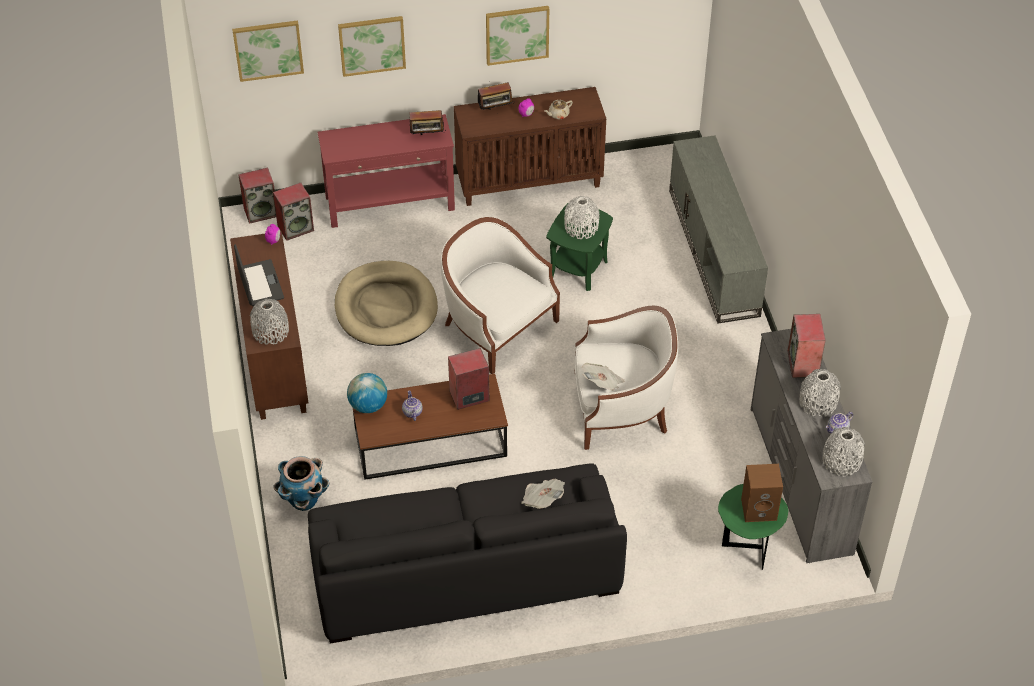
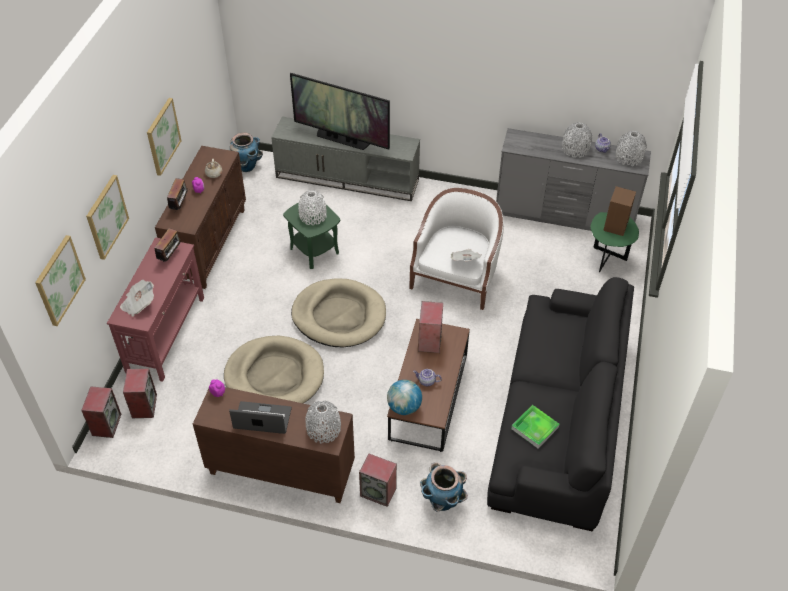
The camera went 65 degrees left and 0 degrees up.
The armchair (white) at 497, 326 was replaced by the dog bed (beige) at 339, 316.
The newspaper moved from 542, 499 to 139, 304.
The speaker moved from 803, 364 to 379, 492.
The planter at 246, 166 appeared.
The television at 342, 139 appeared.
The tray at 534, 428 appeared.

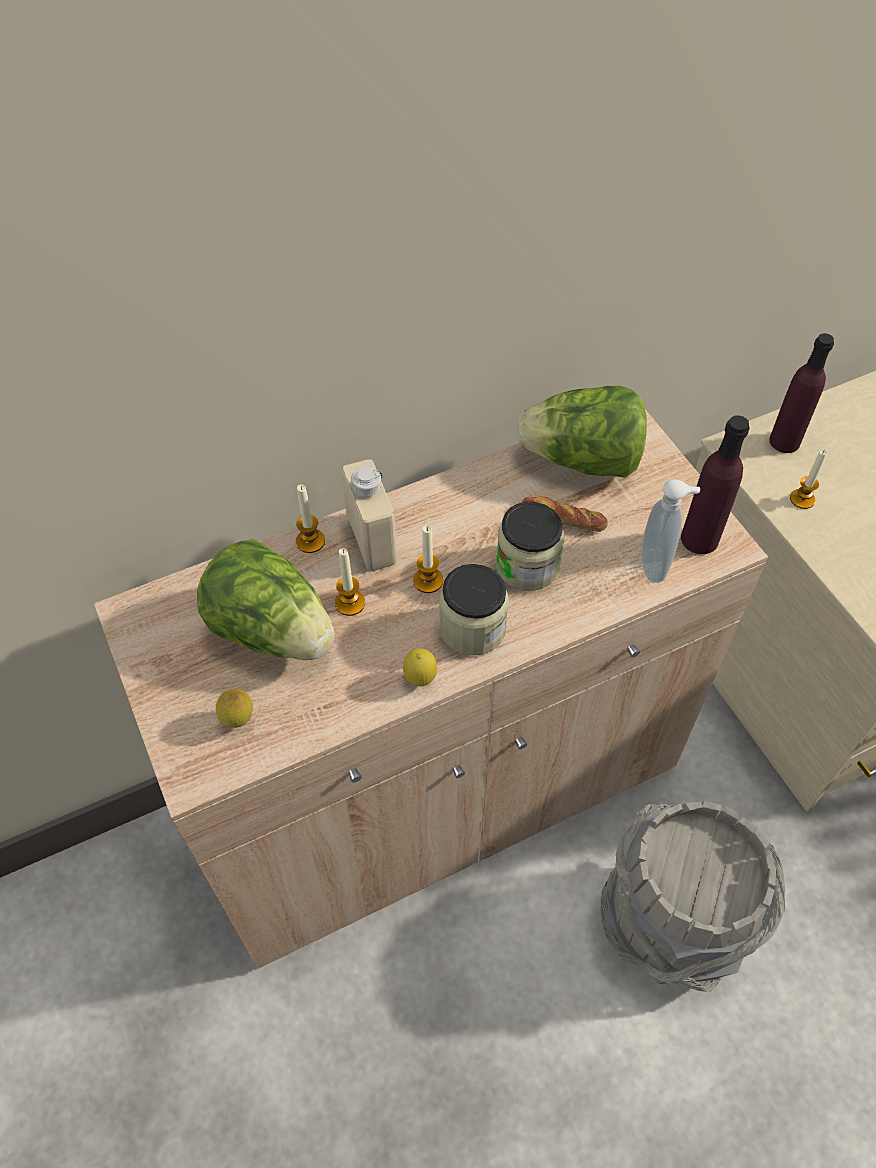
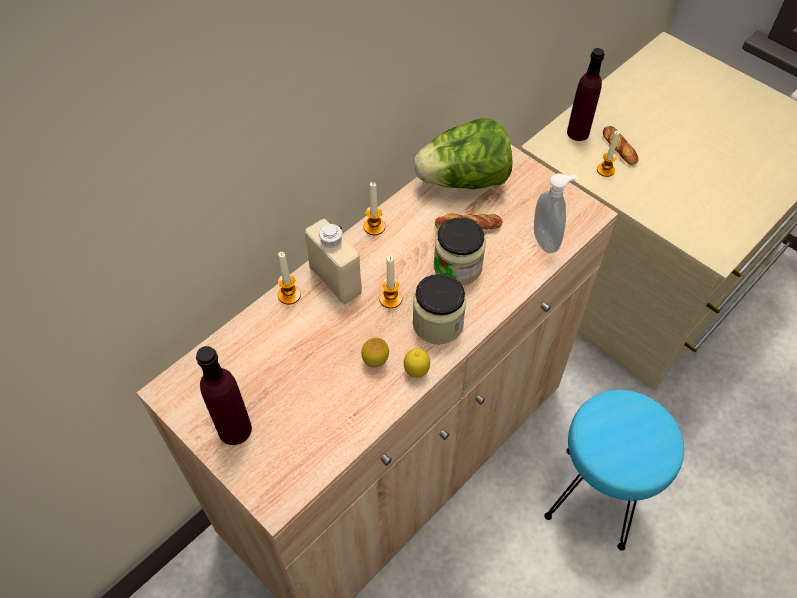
The camera went 20 degrees left and 0 degrees up.
The lettuce at 273, 630 disappeared.
The lemon moved from 238, 720 to 375, 362.
The candle moved from 350, 603 to 374, 227.
The bucket (grey) at 672, 921 was replaced by the stool (turquoise) at 596, 496.
The bottle (purple) moved from 699, 539 to 235, 429.
The bread at 619, 148 appeared.

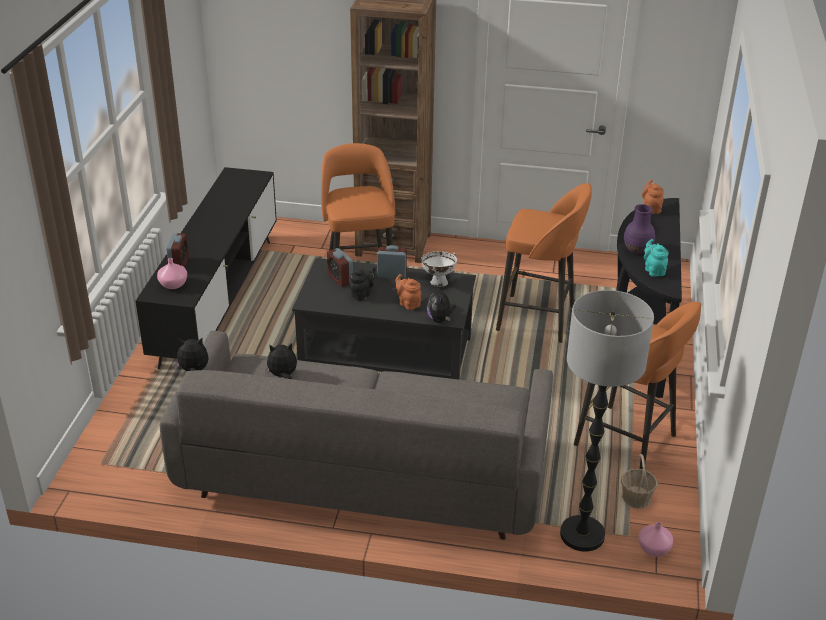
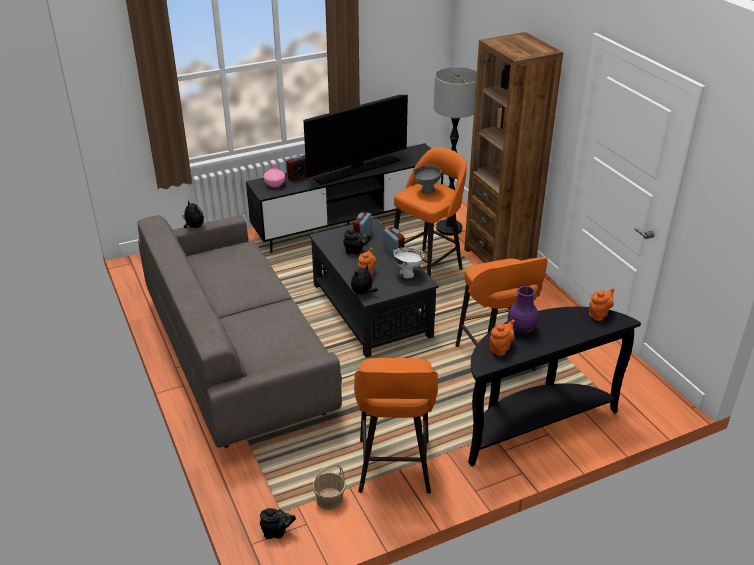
The camera went 55 degrees right and 0 degrees up.
The plush toy at 282, 376 disappeared.
The floor lamp moved from 582, 535 to 448, 228.
The vase (pink) at 653, 549 was replaced by the teapot (black) at 277, 532.
The teapot (turquoise) at 654, 270 became the teapot (orange) at 500, 348.
The television at 357, 169 appeared.
The bowl (grey) at 427, 191 appeared.

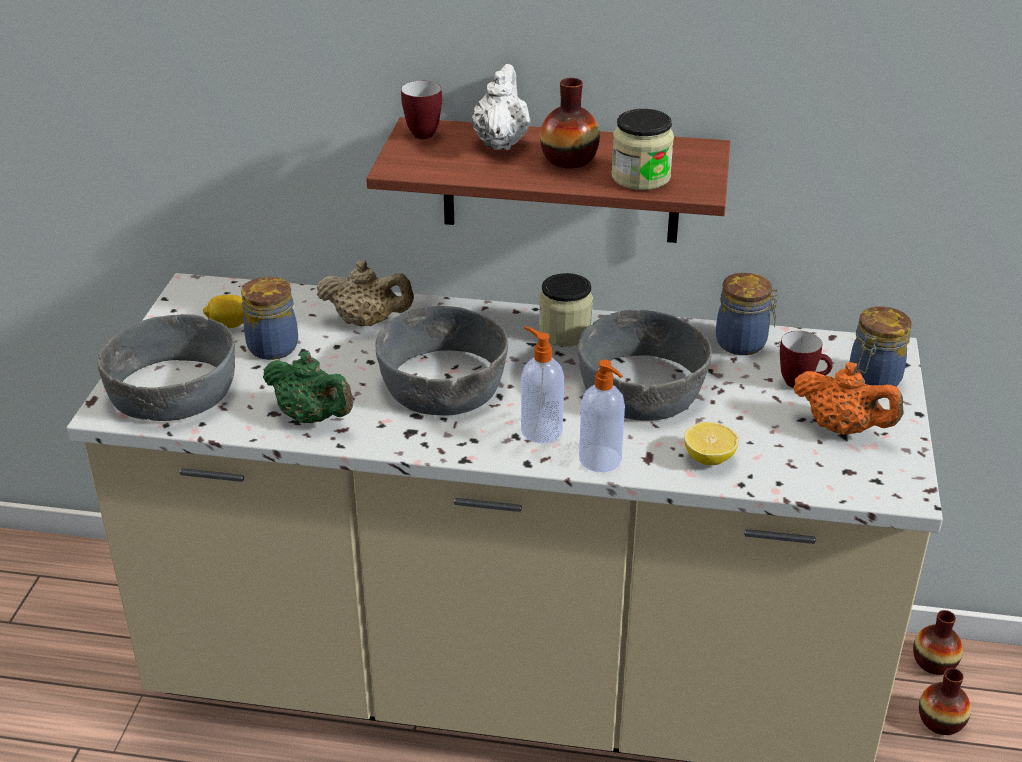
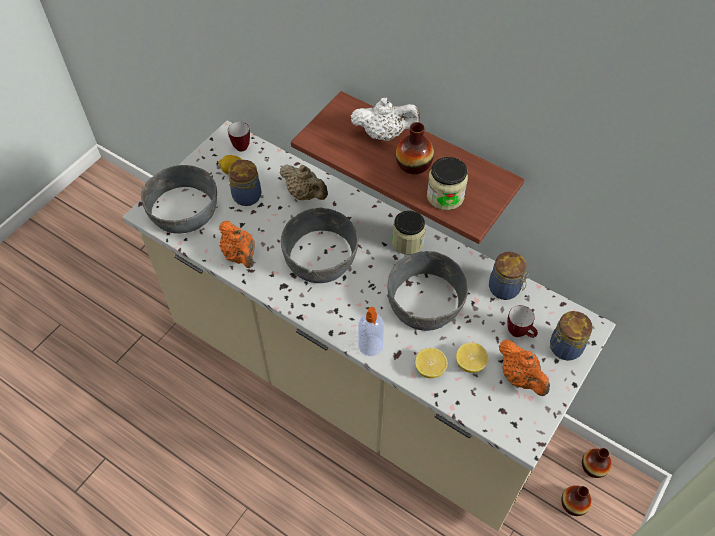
The camera went 25 degrees right and 20 degrees up.
The teapot (green) at 312, 417 became the teapot (orange) at 240, 256.
The mug moved from 421, 132 to 242, 145.
The teapot (white) at 501, 142 turned 60 degrees clockwise.
The soap dispenser at 540, 430 disappeared.
The lemon at 470, 363 appeared.

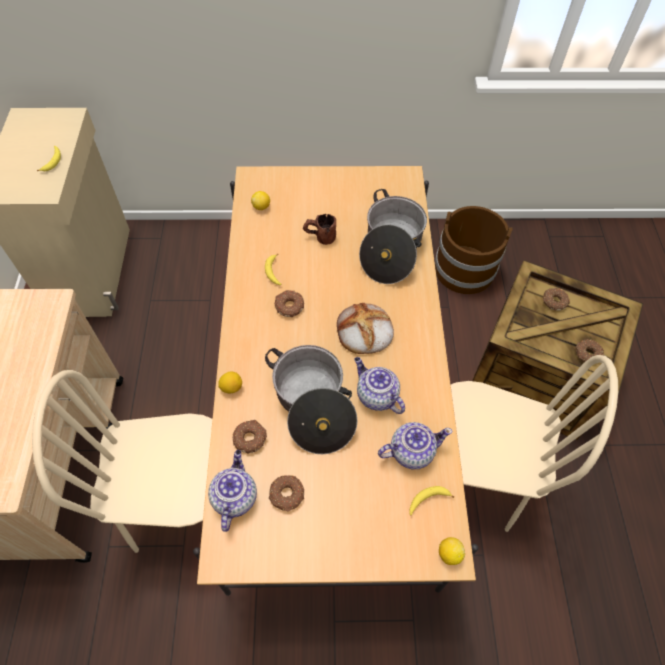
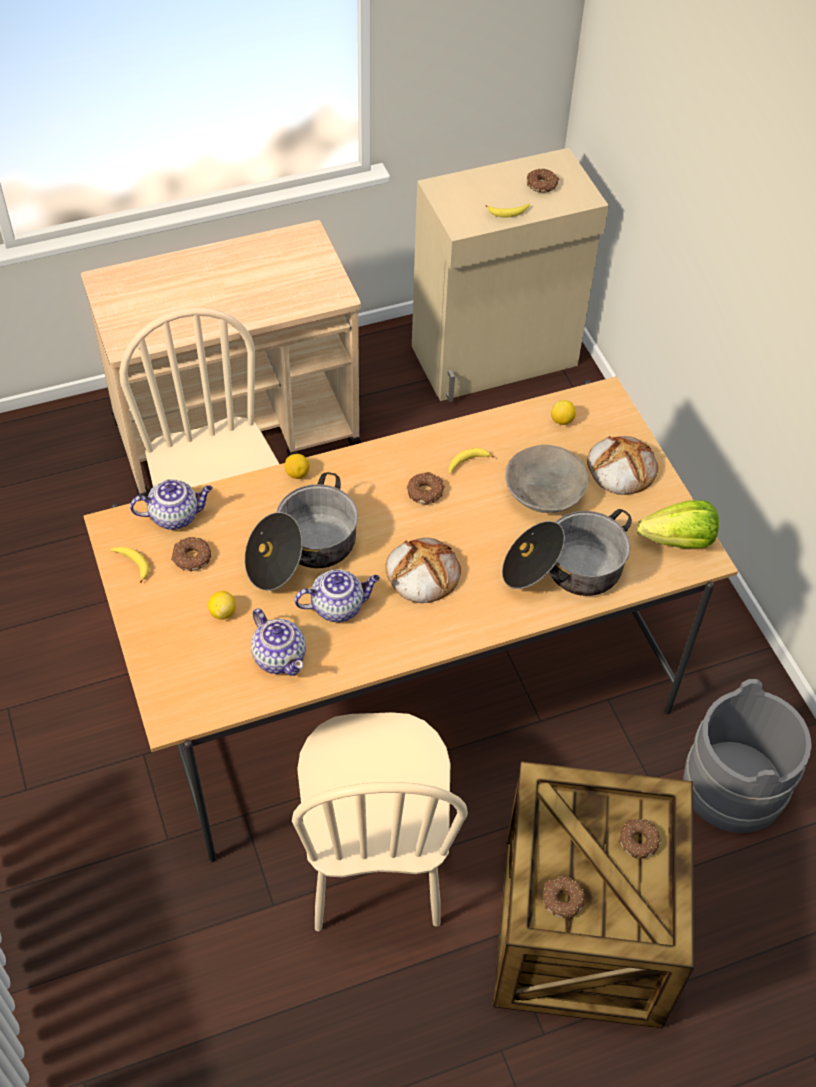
The camera went 70 degrees right and 5 degrees down.
The donut moved from 250, 438 to 542, 185.
The mug (brown) at 319, 237 was replaced by the bowl (grey) at 544, 491.
The teapot at 376, 395 turned 45 degrees clockwise.
The banana moved from 427, 500 to 133, 564.
The bucket (brown) at 464, 270 became the bucket (grey) at 733, 785.
The lemon moved from 449, 554 to 223, 612.
The bread at 620, 468 appeared.
The lettuce at 678, 541 appeared.

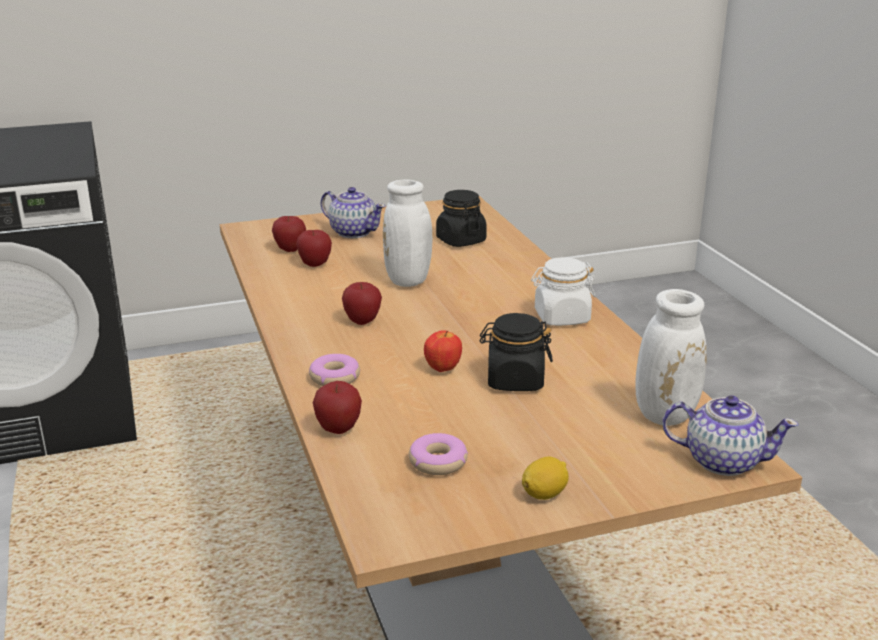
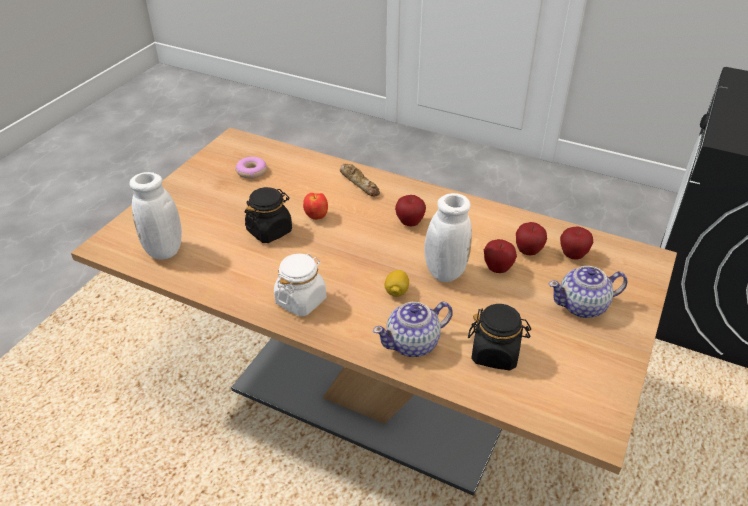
The camera went 135 degrees right and 15 degrees up.
The donut at 334, 377 was replaced by the bread at 359, 183.
The apple moved from 338, 429 to 497, 269.
The lemon moved from 544, 494 to 396, 292.
The teapot moved from 722, 461 to 413, 343.

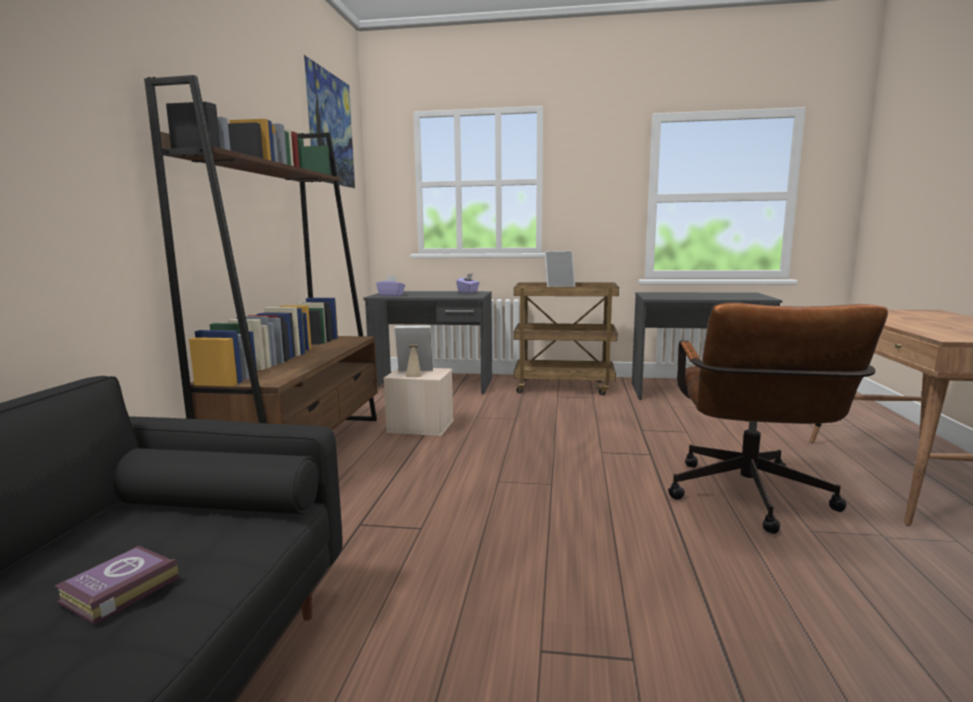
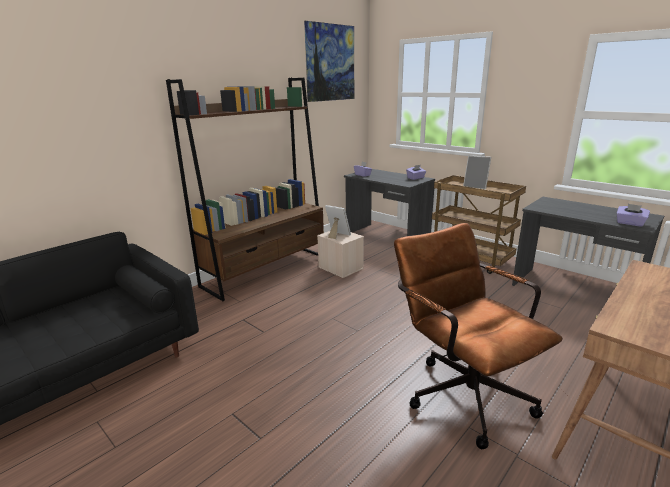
The camera went 35 degrees right and 10 degrees up.
The book at 116, 591 disappeared.
The office chair (brown) at 750, 501 turned 105 degrees clockwise.
The tissue box (purple) at 630, 223 appeared.

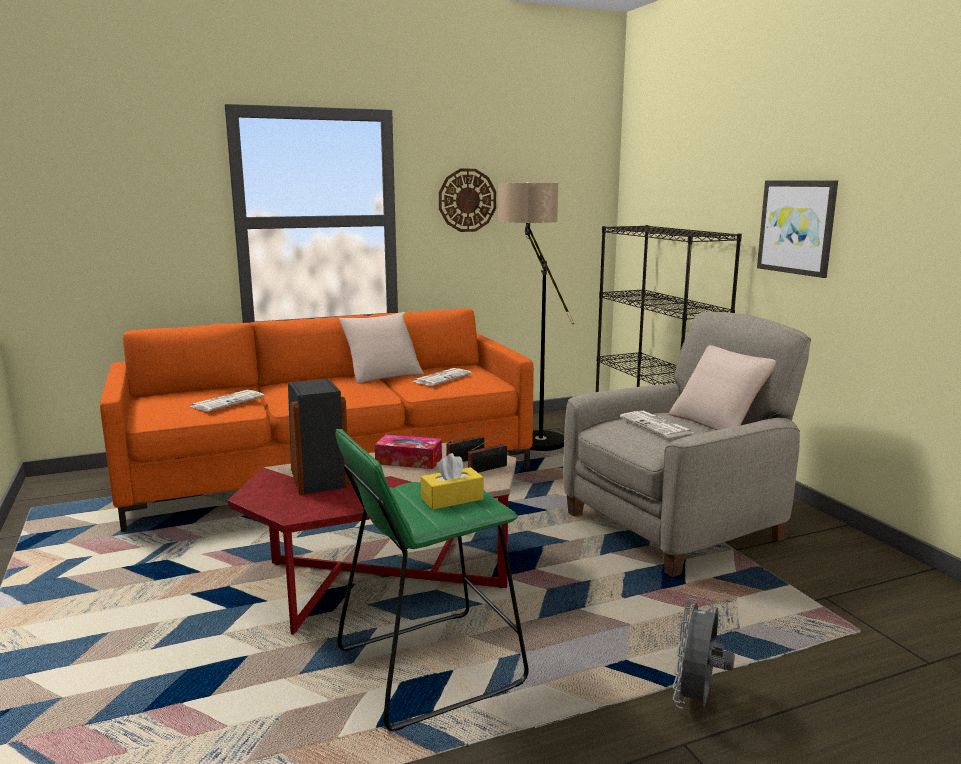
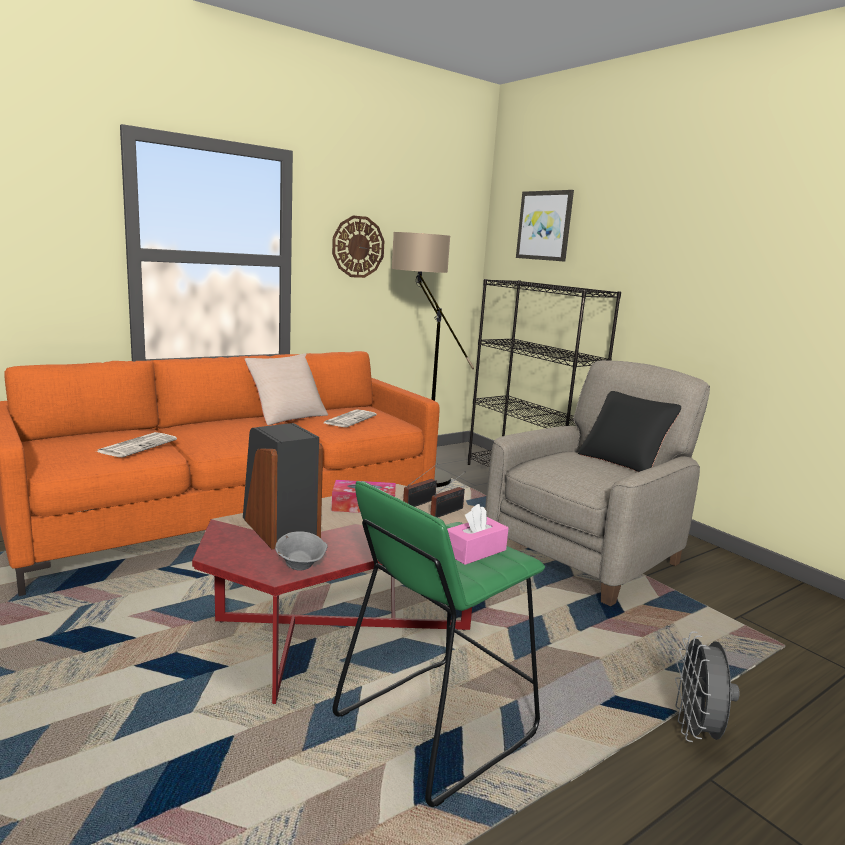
The camera went 15 degrees left and 0 degrees up.
The tissue box (yellow) at 452, 499 became the tissue box (pink) at 475, 551.
The newspaper at 657, 426 disappeared.
The pillow (beige) at 718, 422 became the pillow (black) at 624, 461.
The picture moved from 797, 227 to 544, 225.
The bowl (grey) at 301, 566 appeared.

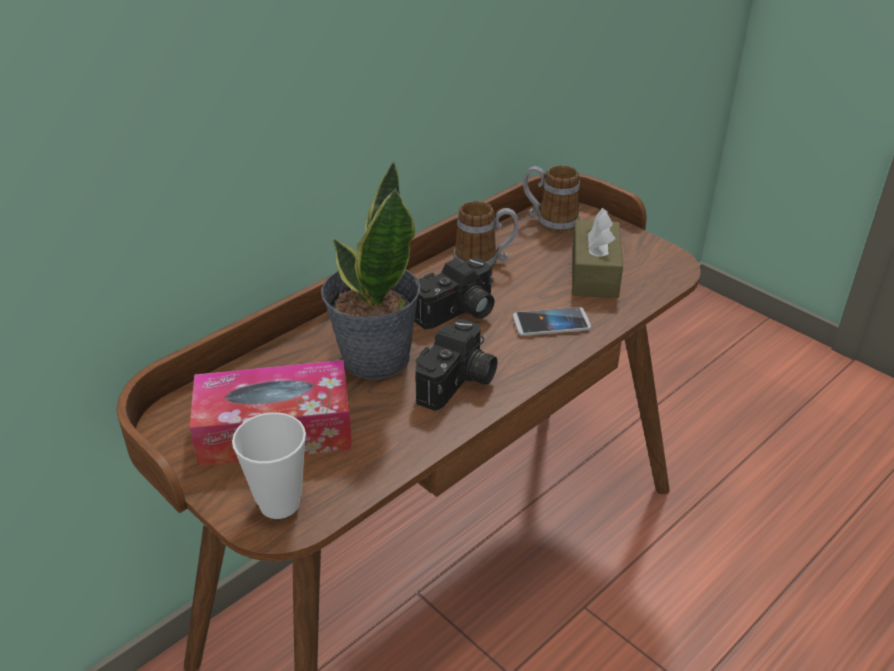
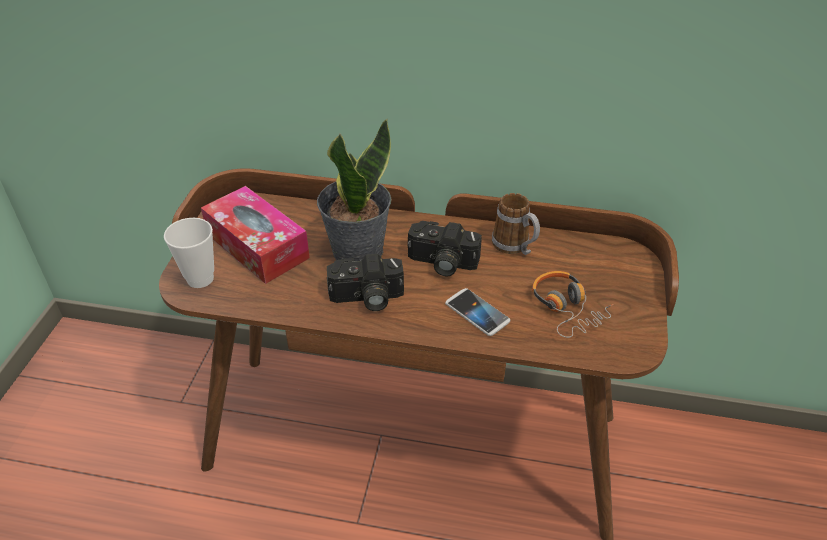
The camera went 55 degrees right and 5 degrees up.
The mug at 549, 222 disappeared.
The tissue box (brown) at 594, 273 was replaced by the headphones at 567, 308.

